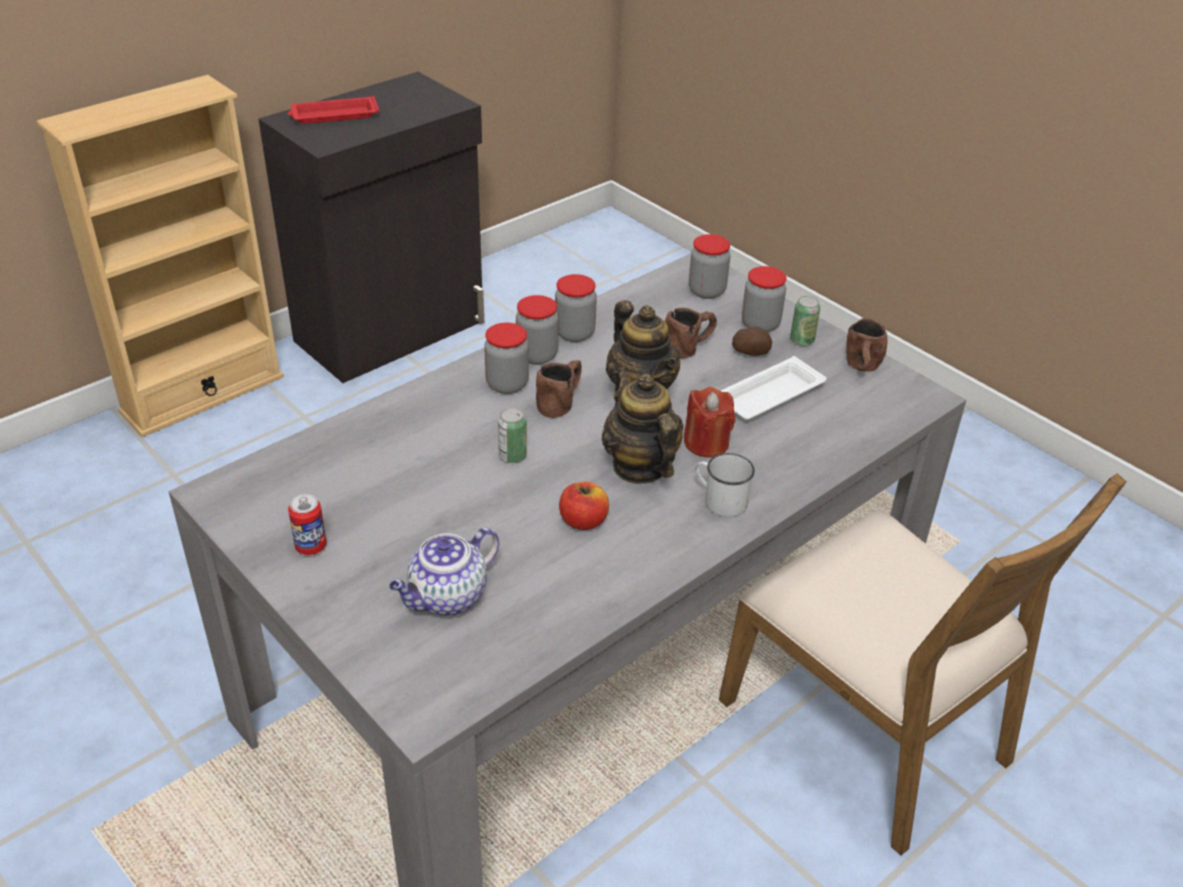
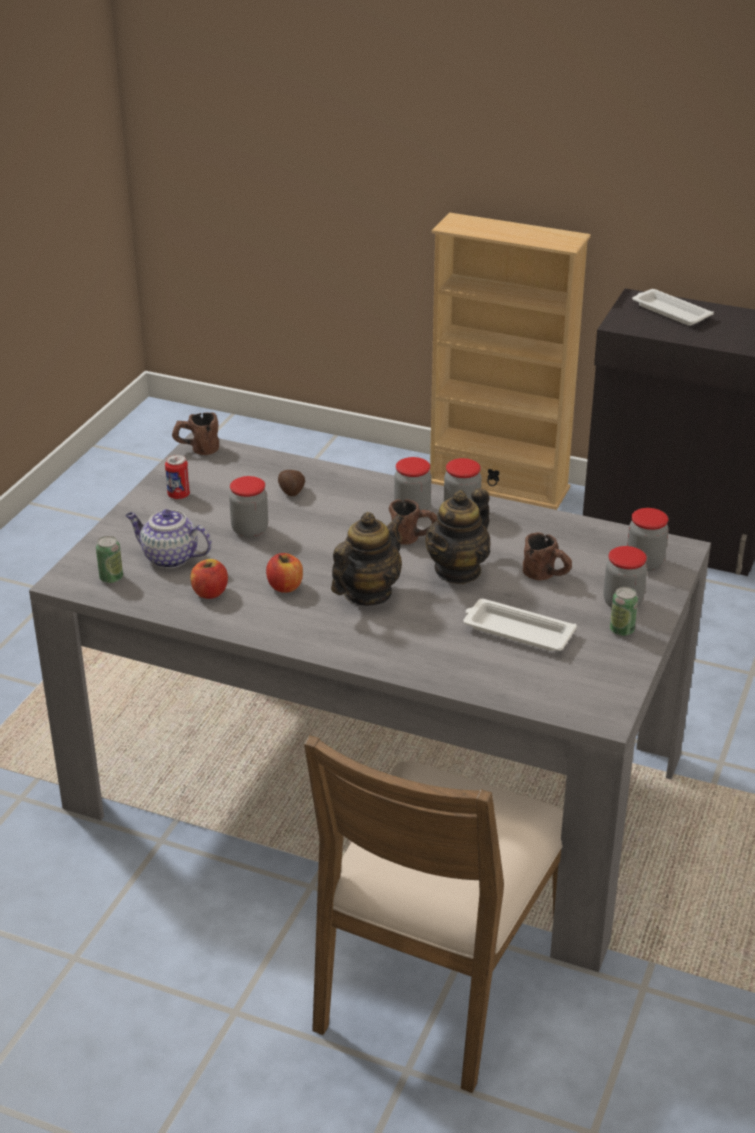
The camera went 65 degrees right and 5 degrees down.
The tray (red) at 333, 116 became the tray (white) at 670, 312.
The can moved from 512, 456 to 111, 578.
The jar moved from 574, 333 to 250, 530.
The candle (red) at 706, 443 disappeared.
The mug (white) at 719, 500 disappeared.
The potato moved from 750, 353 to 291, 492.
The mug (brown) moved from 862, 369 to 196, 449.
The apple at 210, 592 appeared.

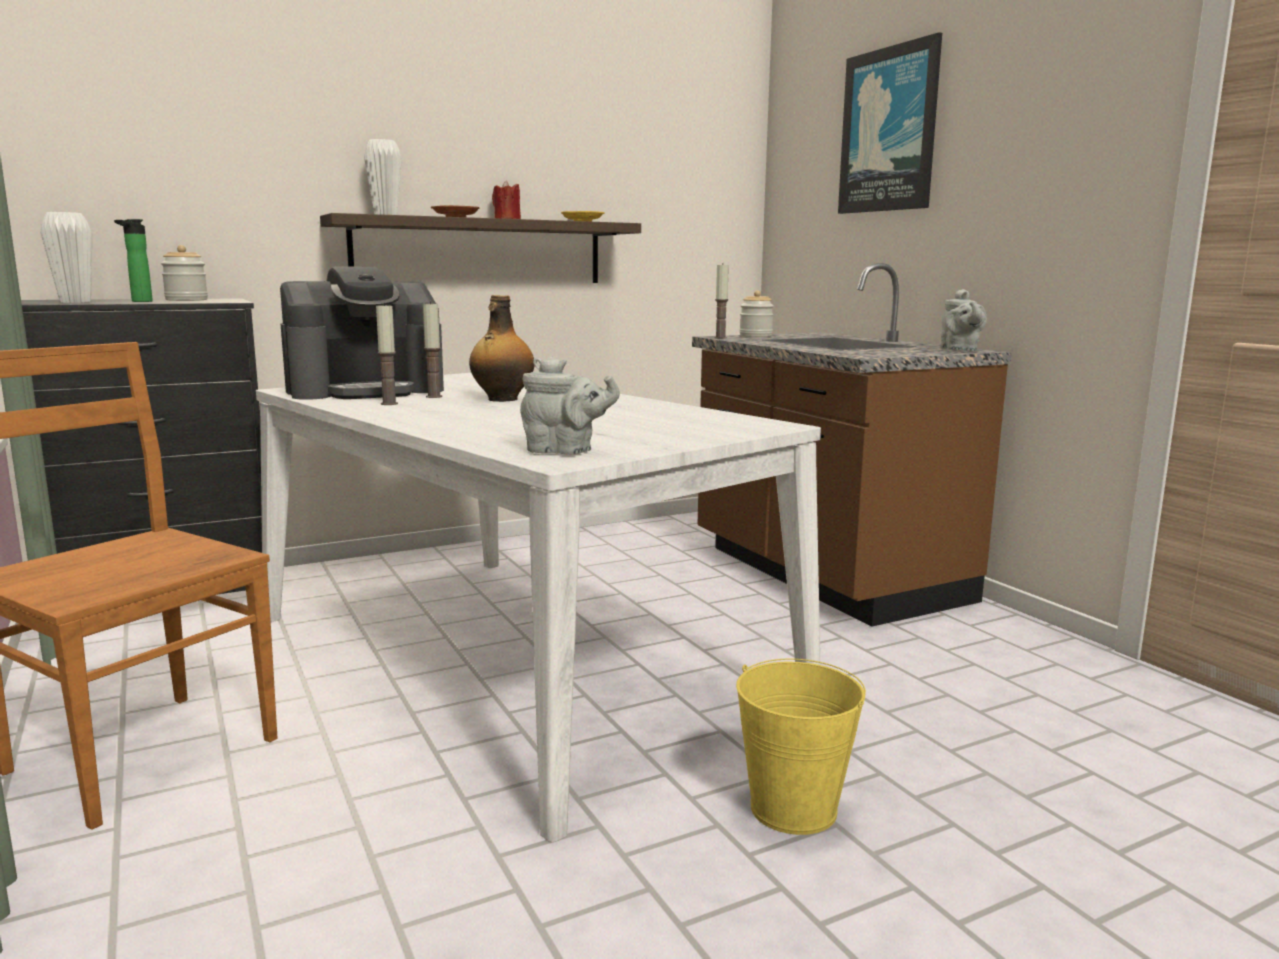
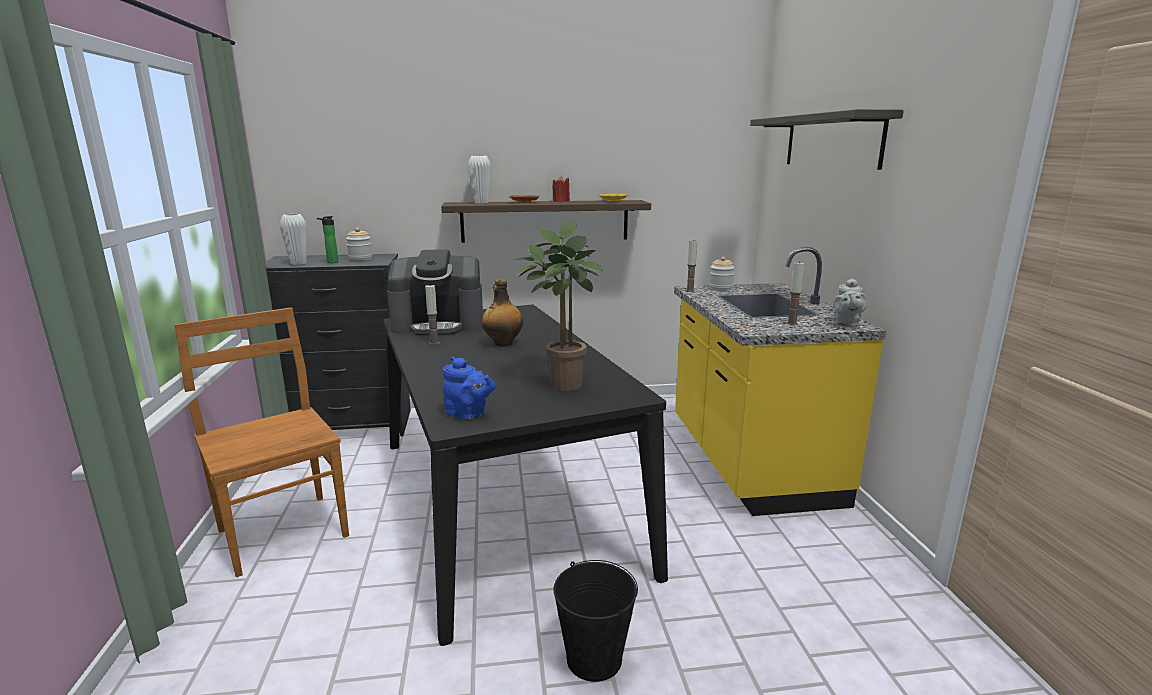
The camera went 20 degrees right and 5 degrees up.
The dining table (white) at 513, 658 became the dining table (black) at 503, 501.
The candle moved from 434, 396 to 792, 323.
The teapot (grey) at 565, 451 became the teapot (blue) at 468, 414.
The counter (brown) at 825, 575 became the counter (yellow) at 750, 463.
The bucket (yellow) at 793, 809 became the bucket (black) at 594, 659.
The picture at 889, 130 was replaced by the shelf at 831, 141.
The potted plant at 561, 383 appeared.

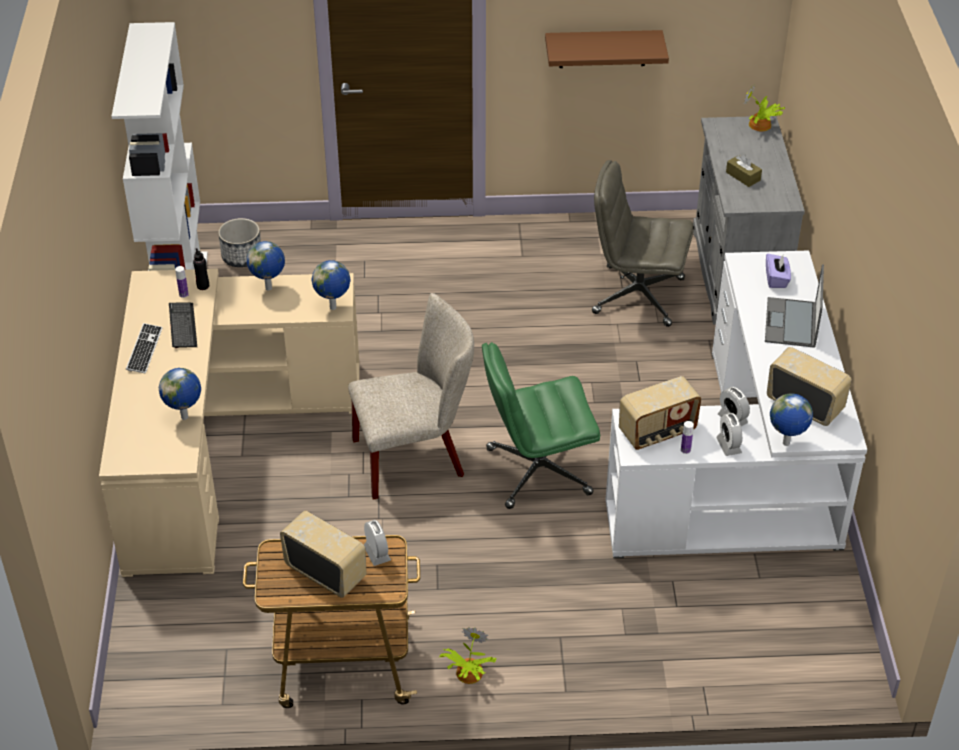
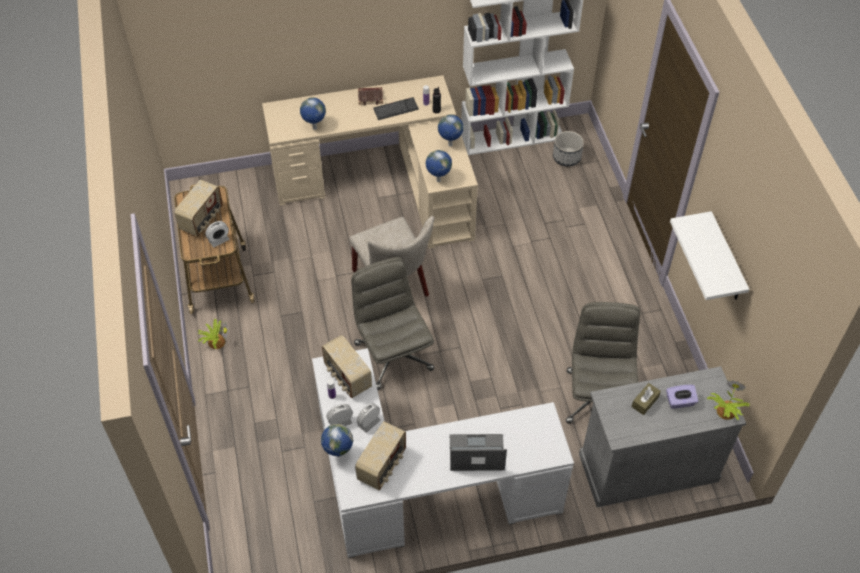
The camera went 80 degrees right and 10 degrees up.
The keyboard at 144, 349 was replaced by the book (brown) at 370, 97.
The office chair (green) at 537, 472 became the office chair (grey) at 393, 355.
The shelf (brown) at 602, 49 became the shelf (white) at 726, 260.
The tissue box (purple) moved from 776, 279 to 680, 402.

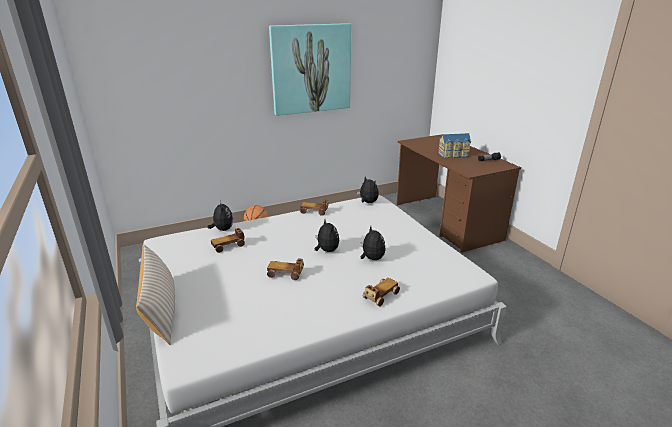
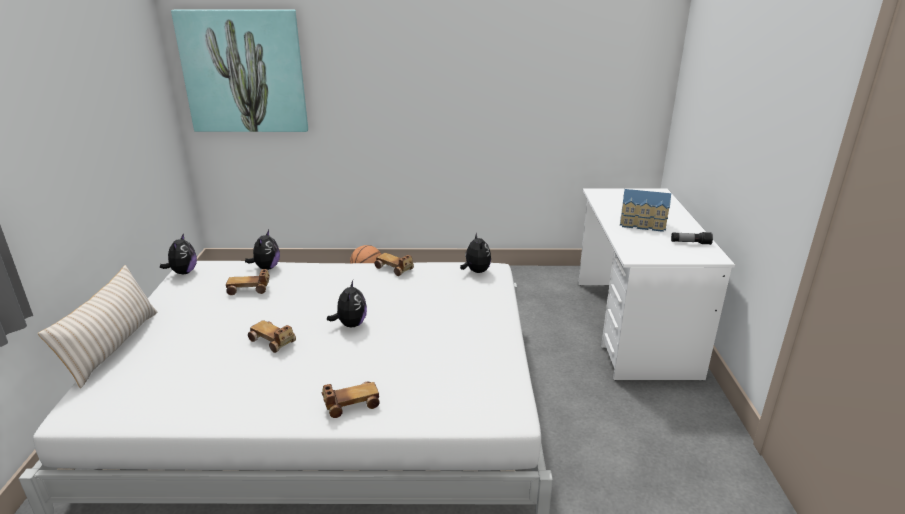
The camera went 25 degrees right and 0 degrees up.
The picture moved from 311, 69 to 244, 72.
The plush toy moved from 371, 258 to 183, 272.
The desk (brown) at 446, 221 became the desk (white) at 633, 326.

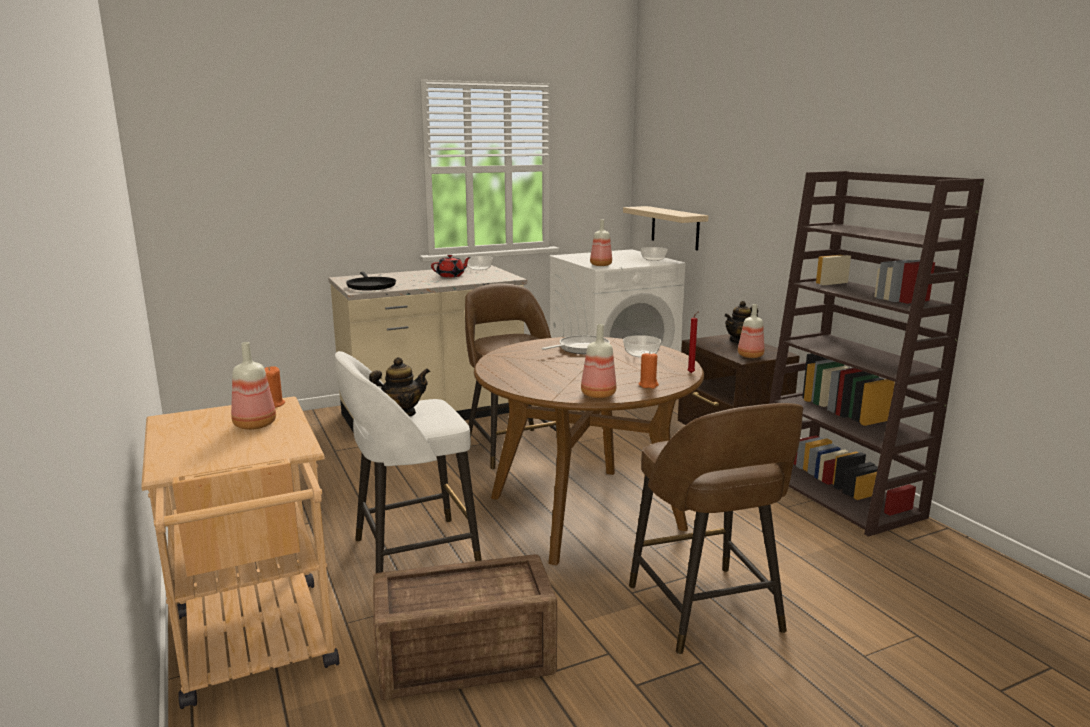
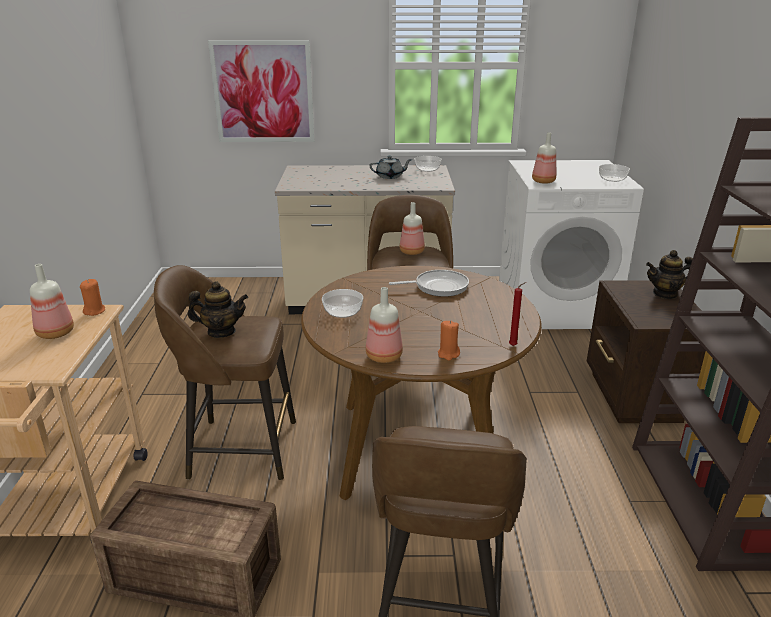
The camera went 25 degrees right and 10 degrees up.
The stool (white) at 412, 553 became the stool (brown) at 239, 448.
The frying pan (black) at 370, 286 disappeared.
The teapot (red) at 451, 276 became the teapot (grey) at 390, 176.
The shelf (beige) at 675, 227 disappeared.
The bowl moved from 641, 354 to 342, 312.
The bottle moved from 749, 356 to 411, 252.
The picture at 263, 92 appeared.

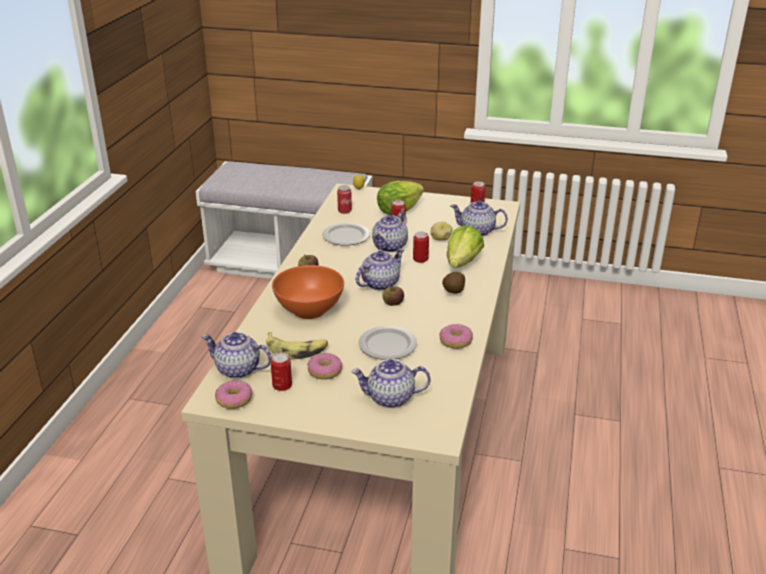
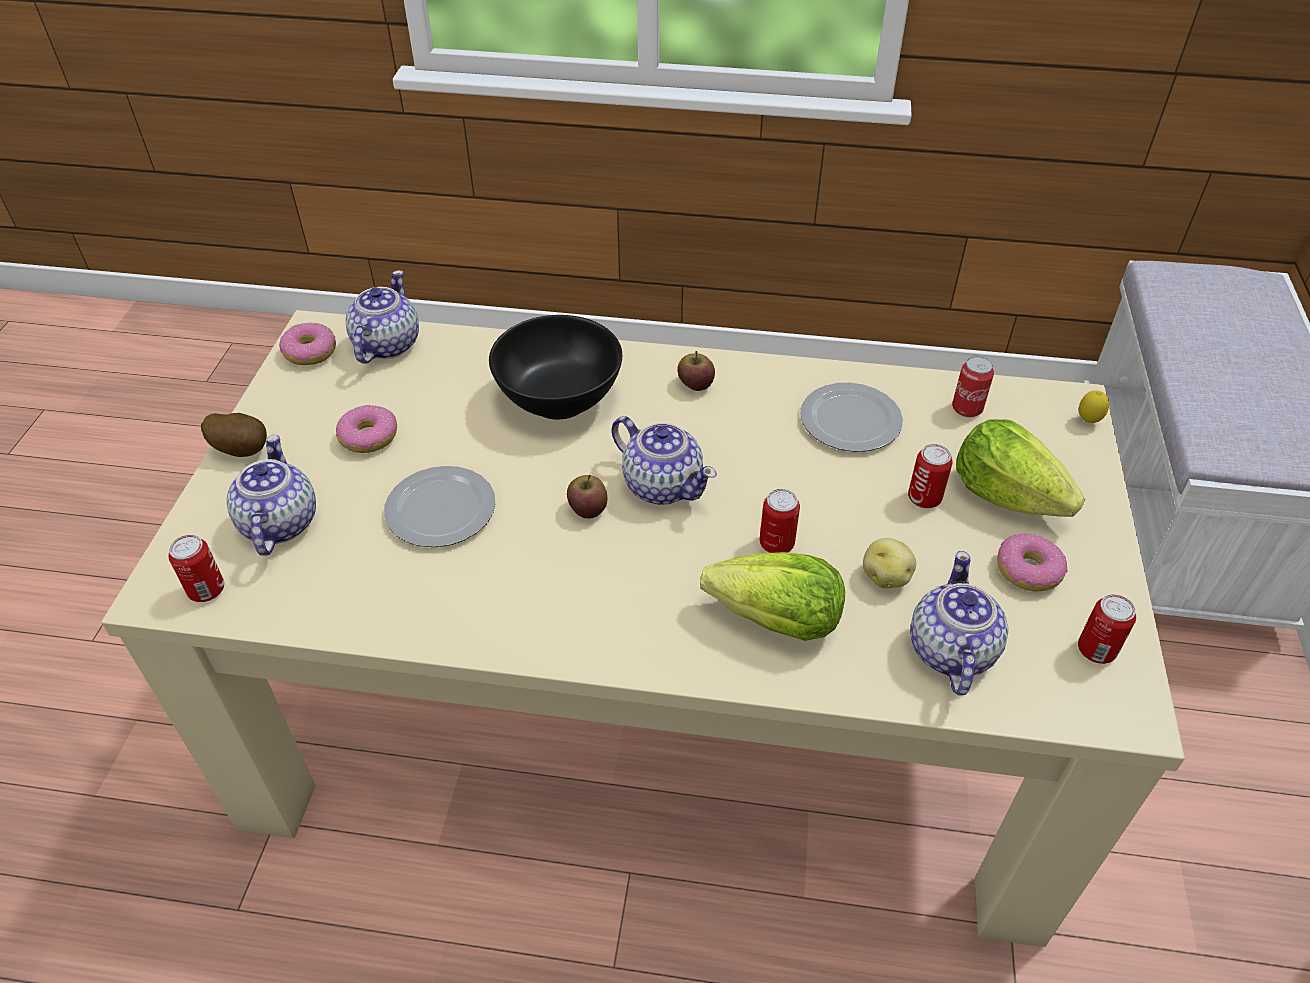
The camera went 85 degrees right and 15 degrees up.
The banana at 297, 349 disappeared.
The can moved from 282, 386 to 206, 590.
The bowl (orange) at 309, 310 became the bowl (black) at 558, 400.
The teapot at 390, 246 disappeared.
The donut moved from 455, 341 to 1028, 570.
The potato moved from 452, 293 to 243, 449.

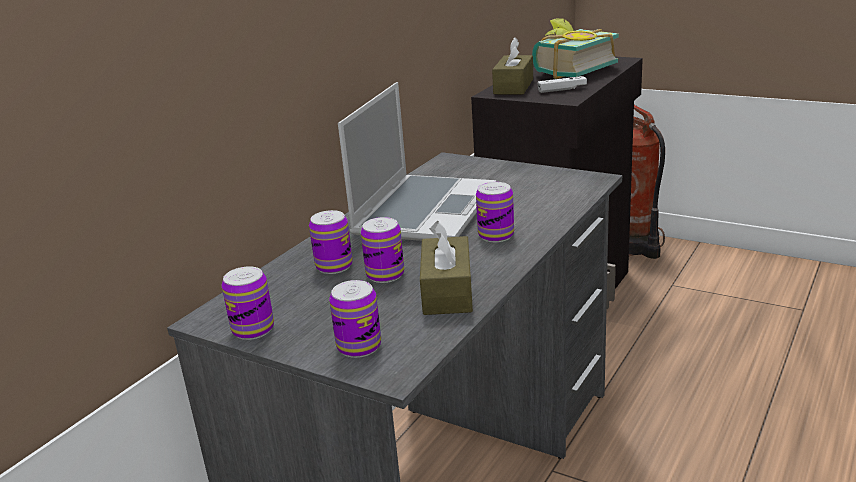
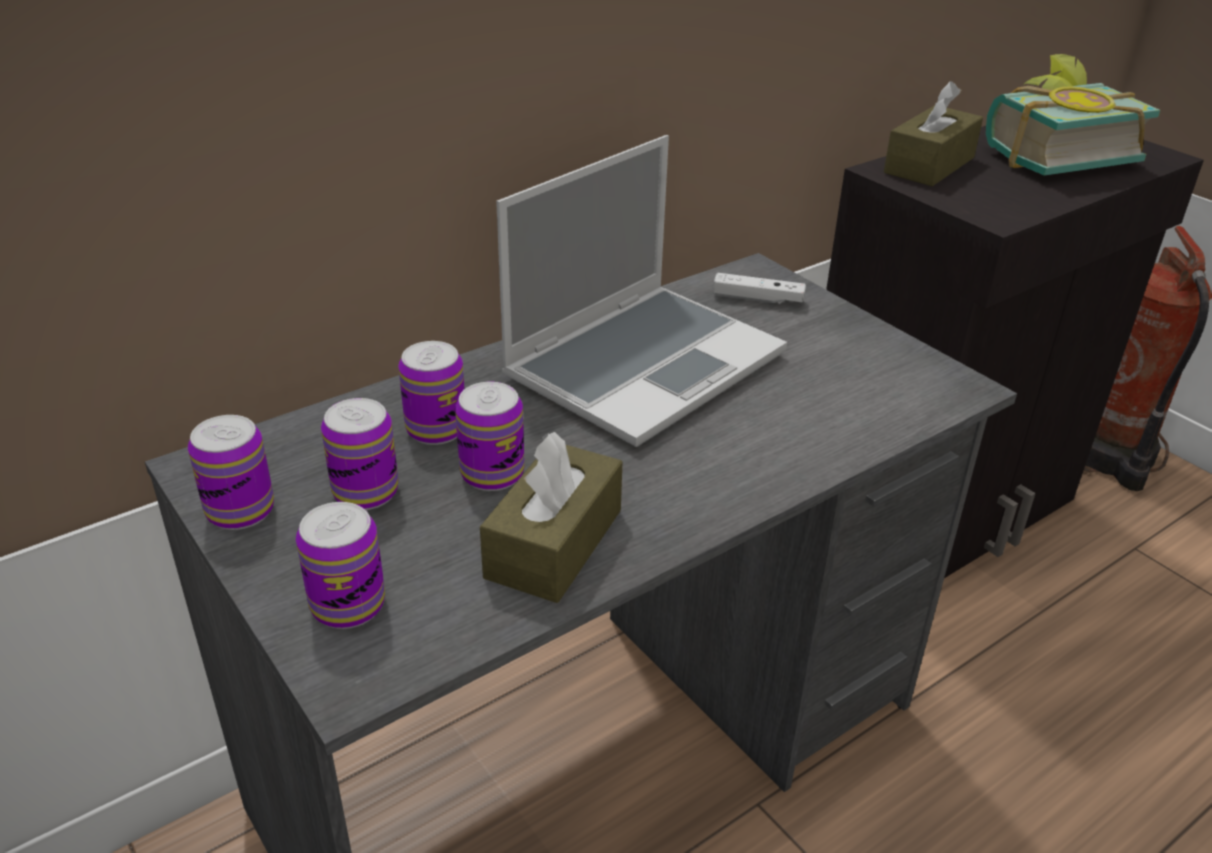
The camera went 20 degrees right and 10 degrees up.
The can moved from 496, 235 to 365, 492.
The game controller (white) moved from 562, 89 to 758, 299.

